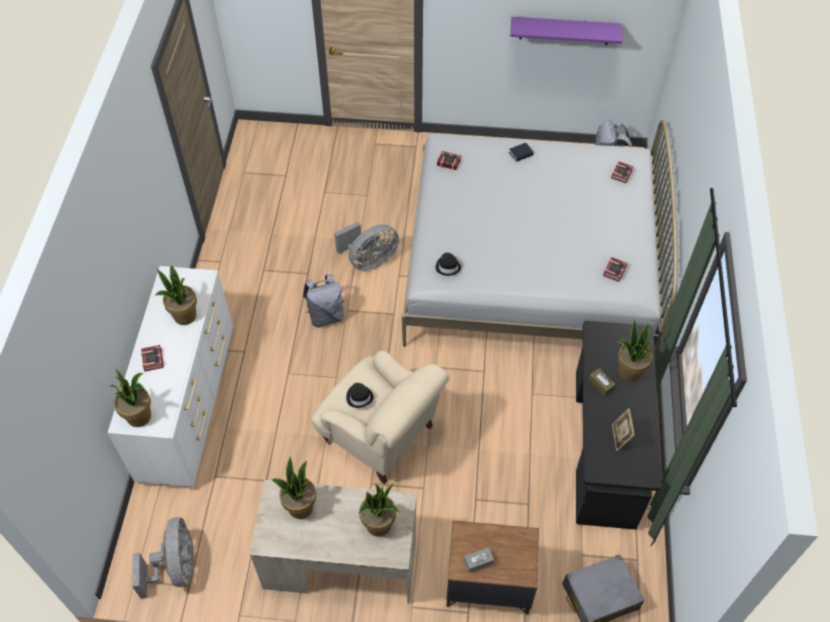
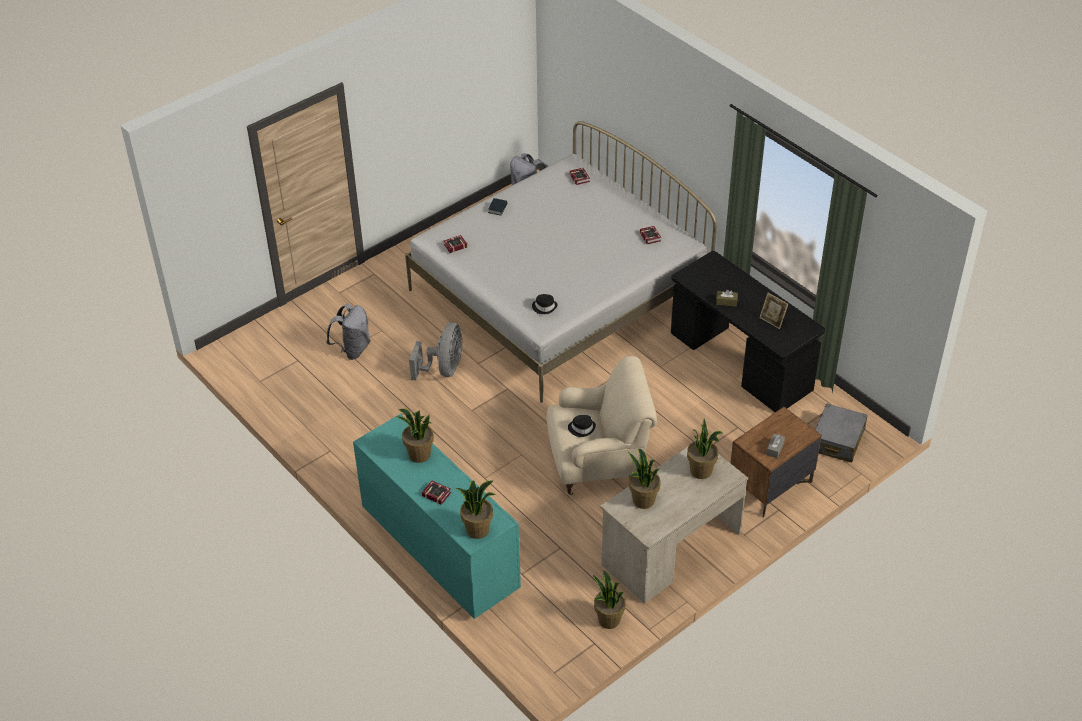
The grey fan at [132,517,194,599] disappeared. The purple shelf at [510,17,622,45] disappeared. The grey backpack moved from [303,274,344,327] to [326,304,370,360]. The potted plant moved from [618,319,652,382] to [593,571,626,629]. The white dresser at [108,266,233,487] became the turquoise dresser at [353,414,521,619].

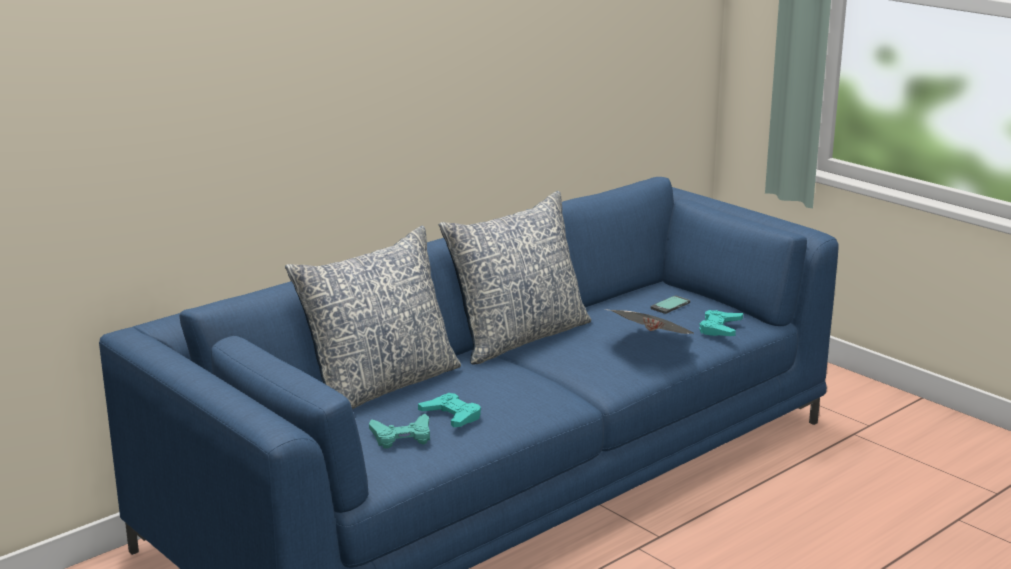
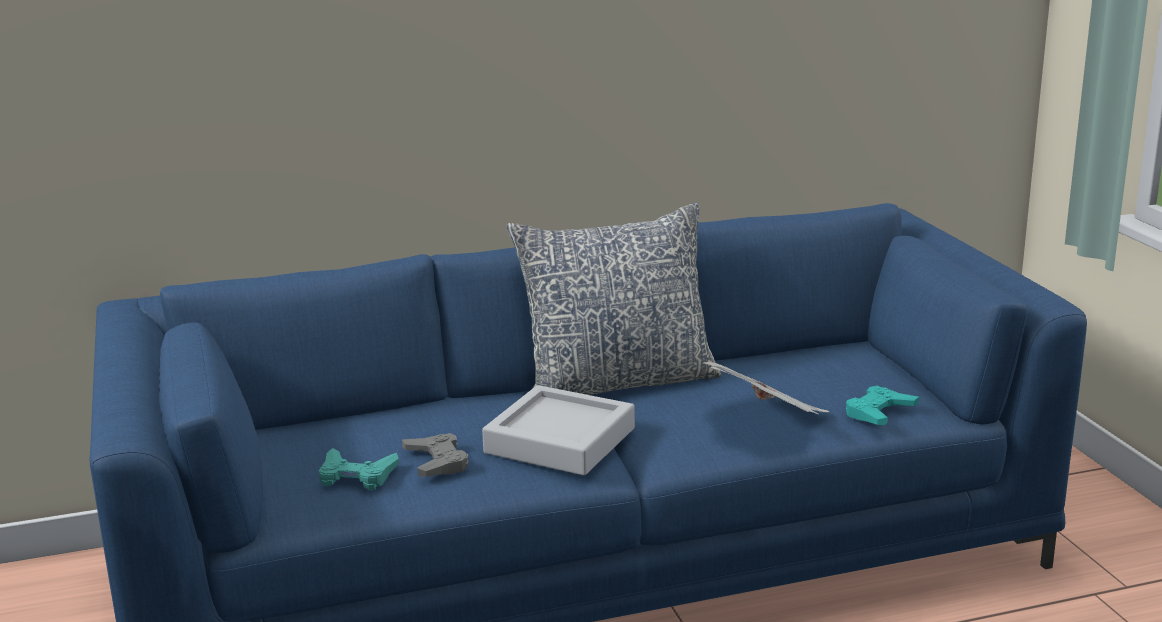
The pillow at [285,226,461,409] disappeared. The phone at [651,295,690,314] disappeared. The grey tray at [482,385,635,475] appeared. The turquoise game controller at [418,393,481,427] became the grey game controller at [402,433,469,477].

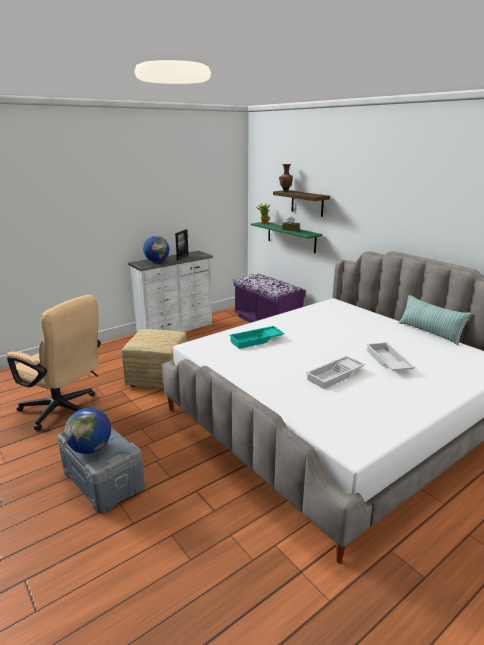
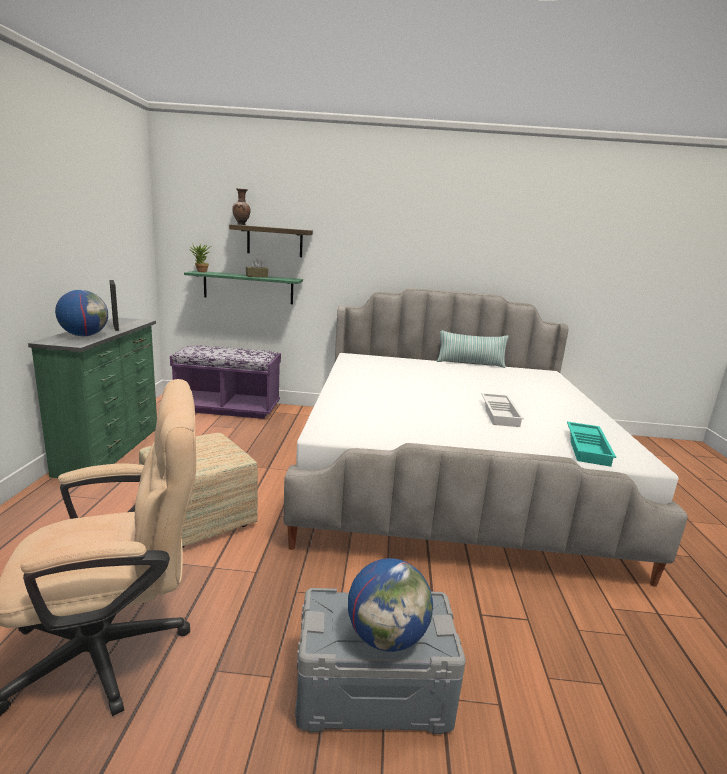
The white tray at [366,342,415,371] disappeared. The turquoise tray moved from [229,326,284,349] to [567,422,616,467]. The white dresser at [128,251,213,332] became the green dresser at [28,317,157,478].

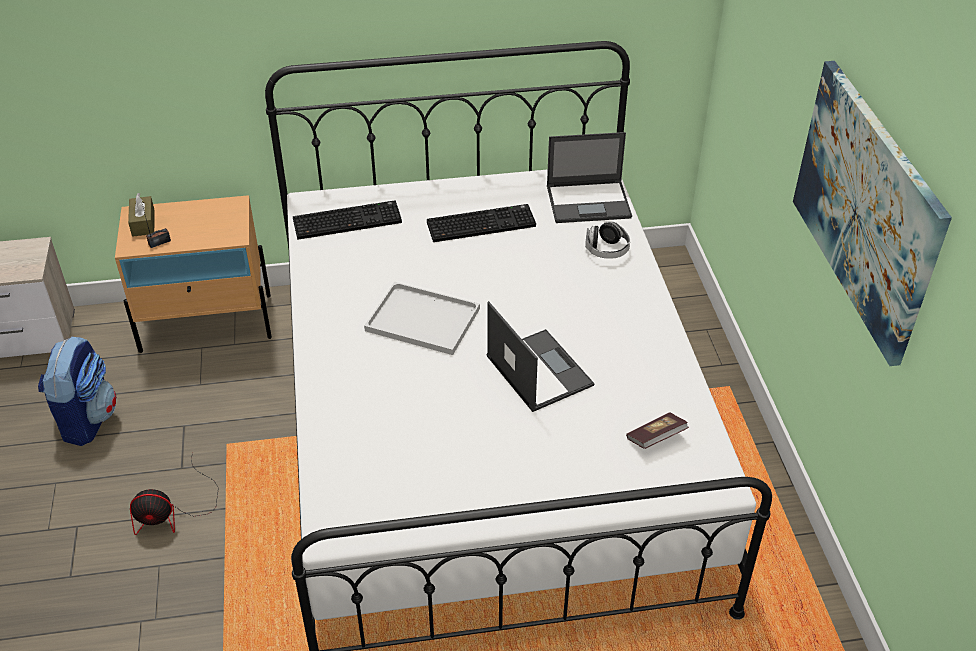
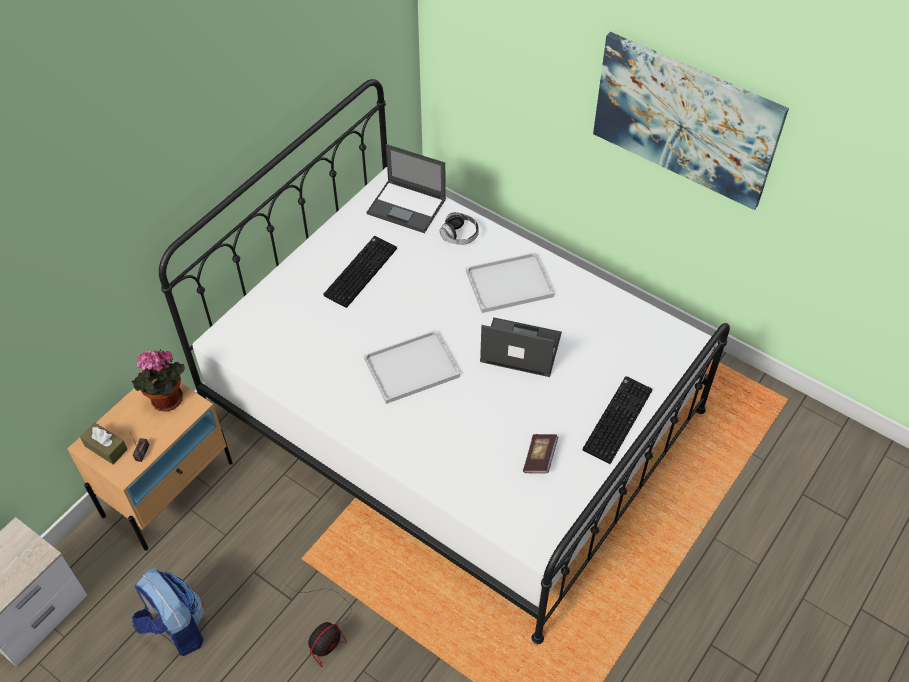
The potted plant at [131,349,185,411] appeared. The white tray at [466,252,554,313] appeared. The keyboard moved from [293,200,402,240] to [582,376,653,464]. The book moved from [626,413,689,449] to [523,434,558,474]. The laptop at [547,132,632,223] turned 75 degrees clockwise.

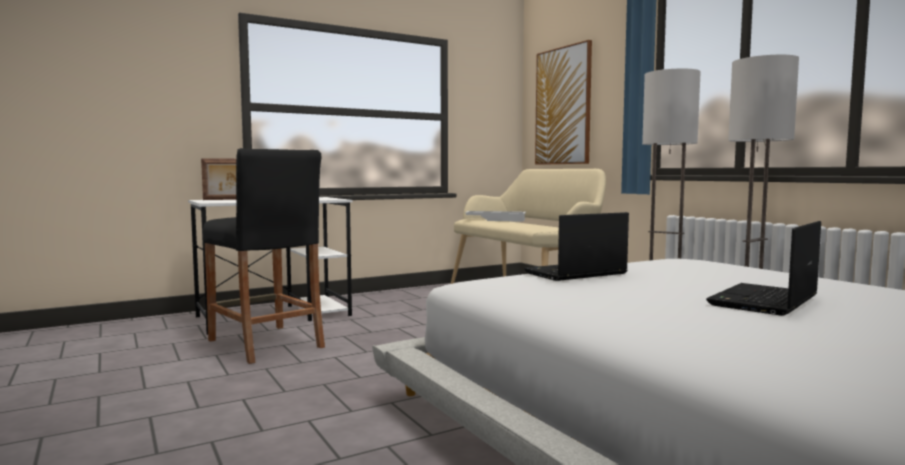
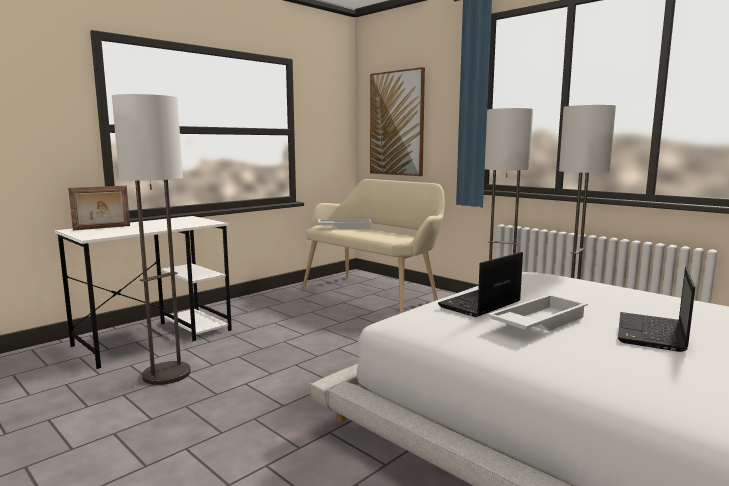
The white tray at [487,294,588,331] appeared. The black stool at [203,148,325,364] was replaced by the floor lamp at [112,94,191,385].

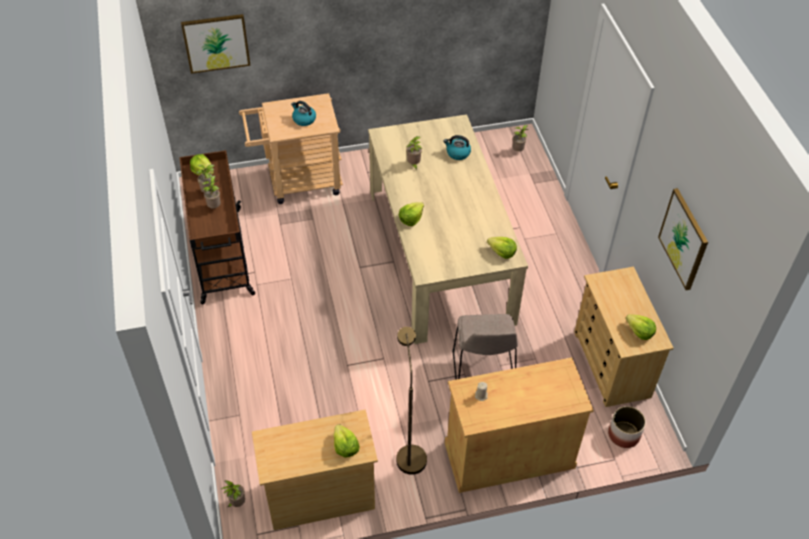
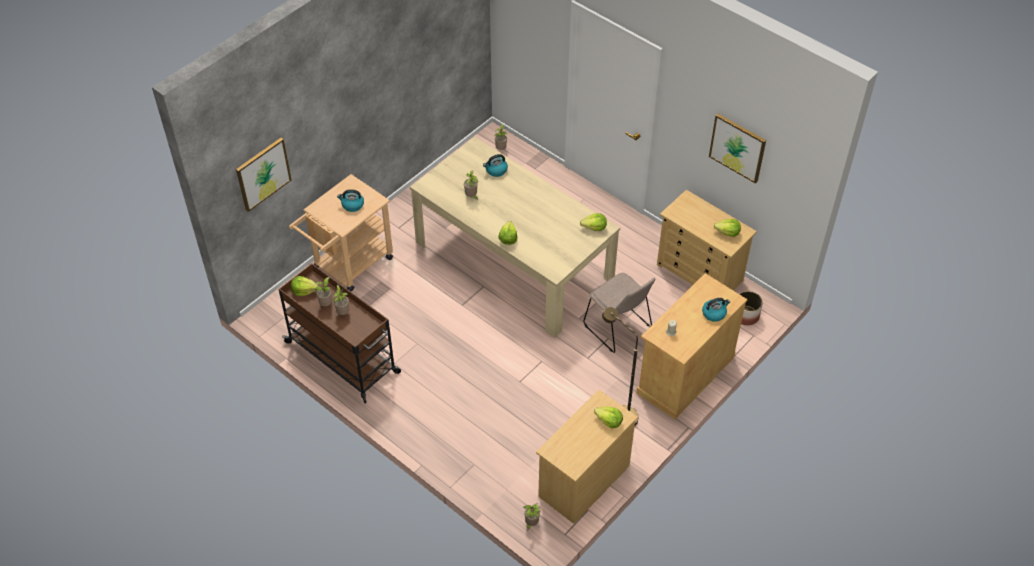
The kettle at [702,298,730,322] appeared.

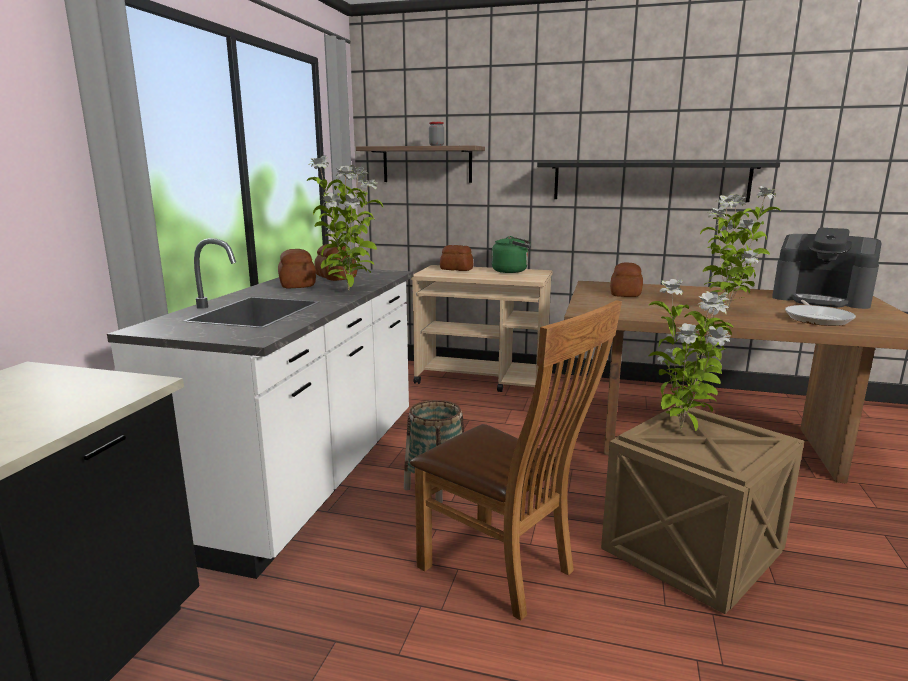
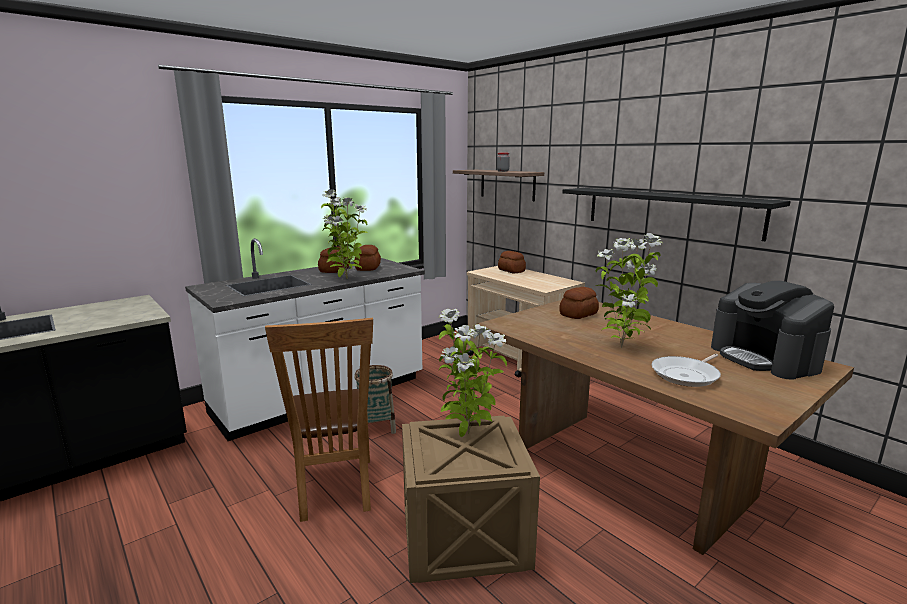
The green kettle at [492,236,531,273] disappeared.

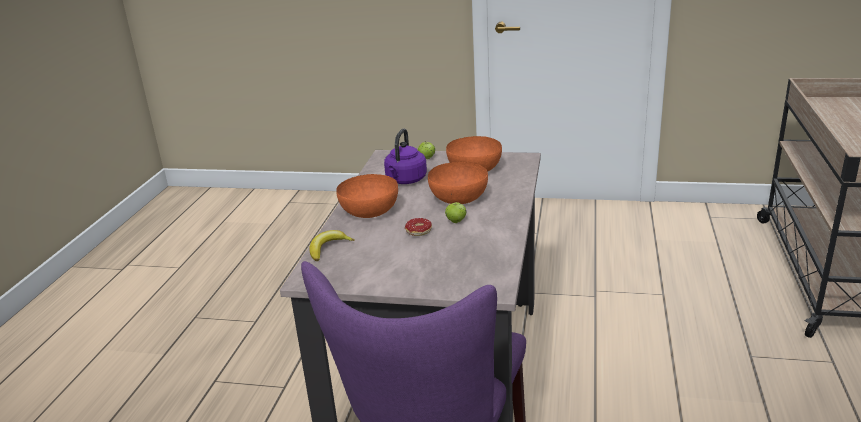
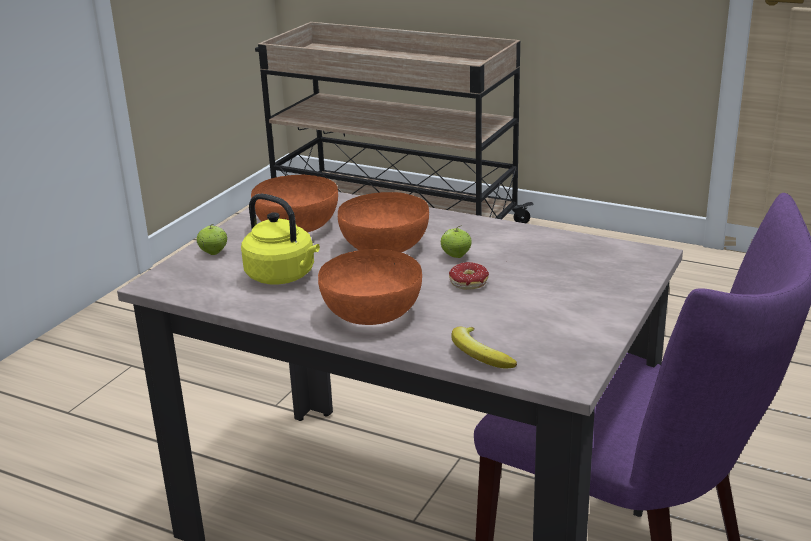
The purple kettle at [384,128,427,184] became the yellow kettle at [241,194,320,284].

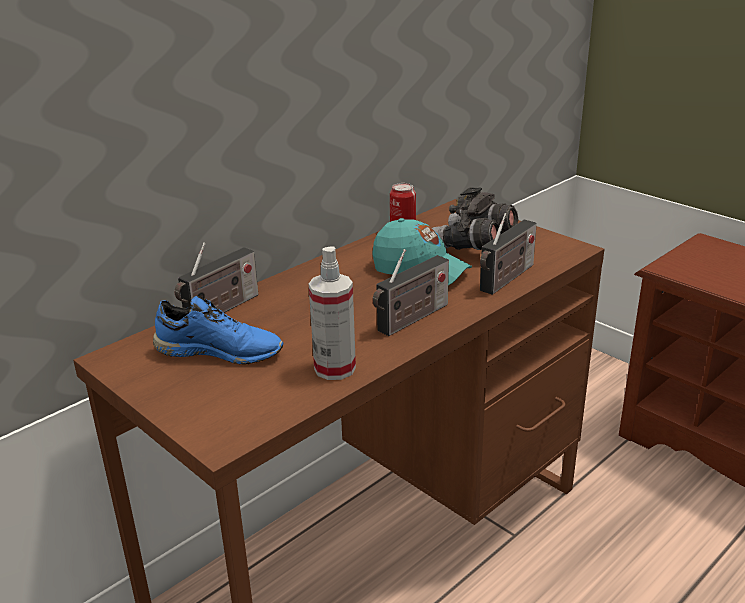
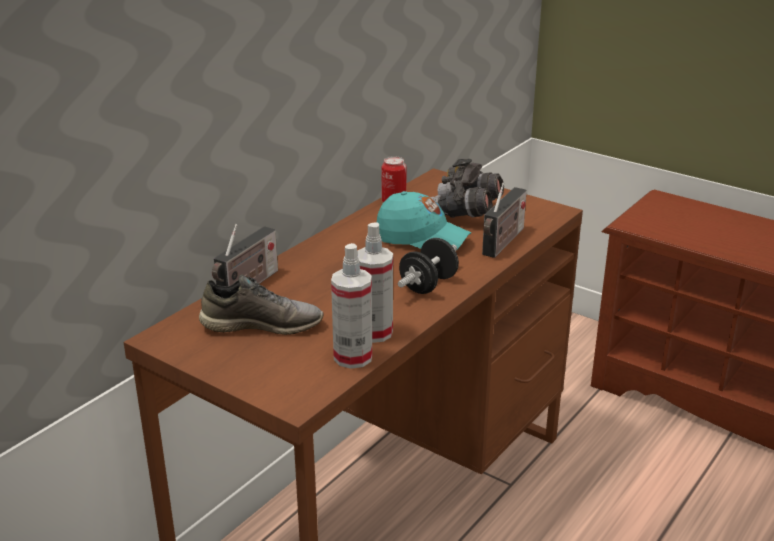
The spray bottle at [331,243,372,369] appeared. The radio at [373,249,449,336] was replaced by the black dumbbell at [398,238,459,294]. The blue shoe at [153,296,283,364] became the grey shoe at [199,274,323,335].

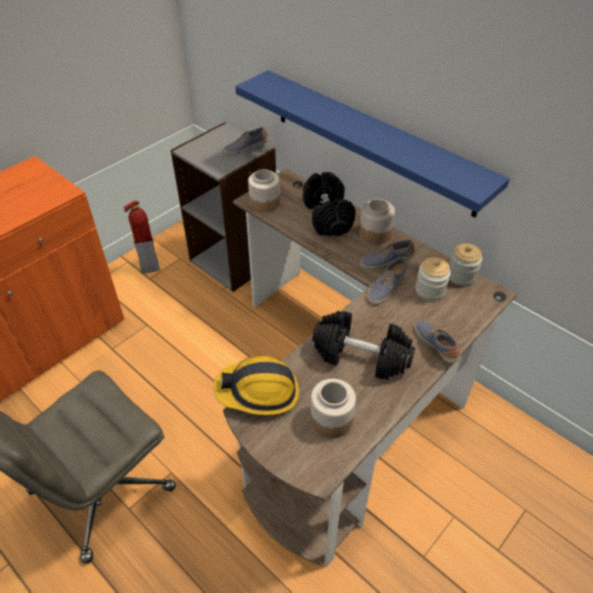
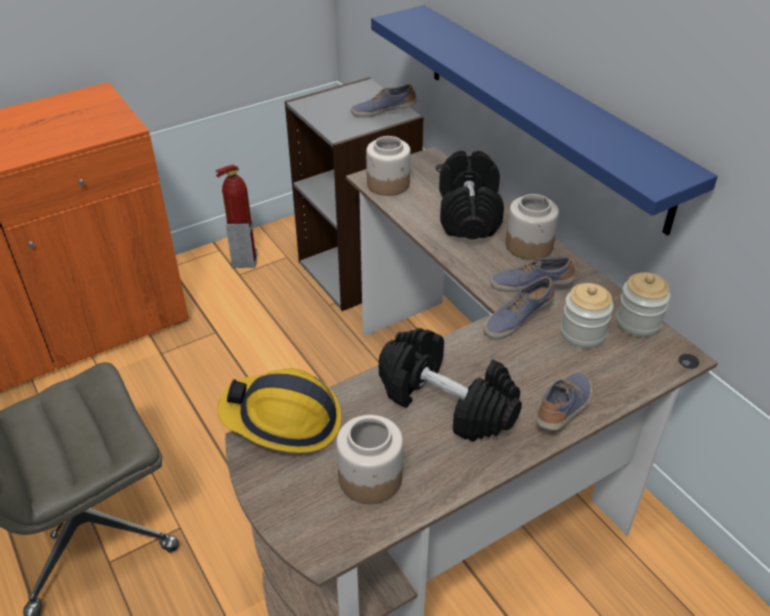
The shoe at [414,320,461,363] turned 45 degrees clockwise.

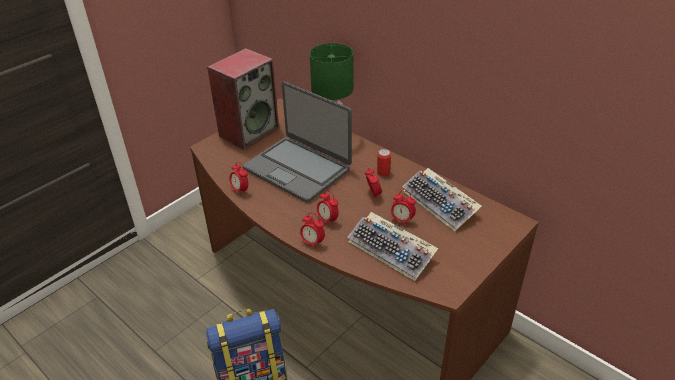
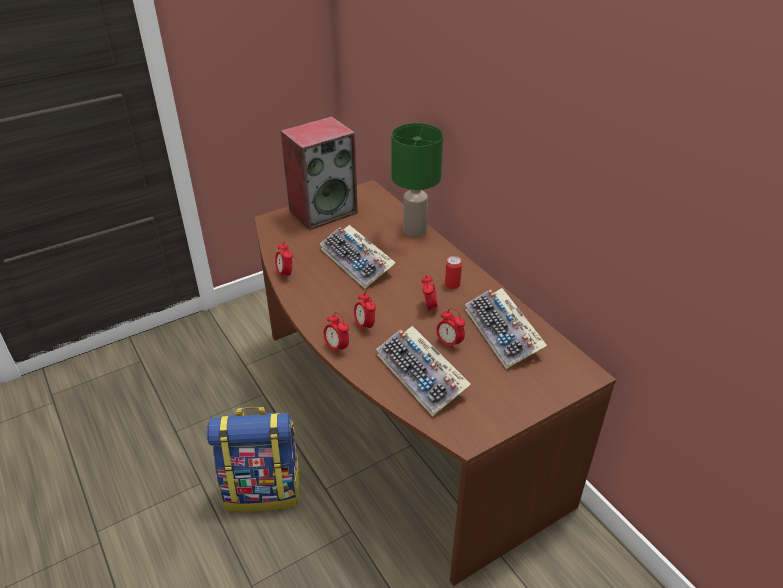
The laptop at [243,82,352,203] was replaced by the keyboard at [320,225,396,289].

